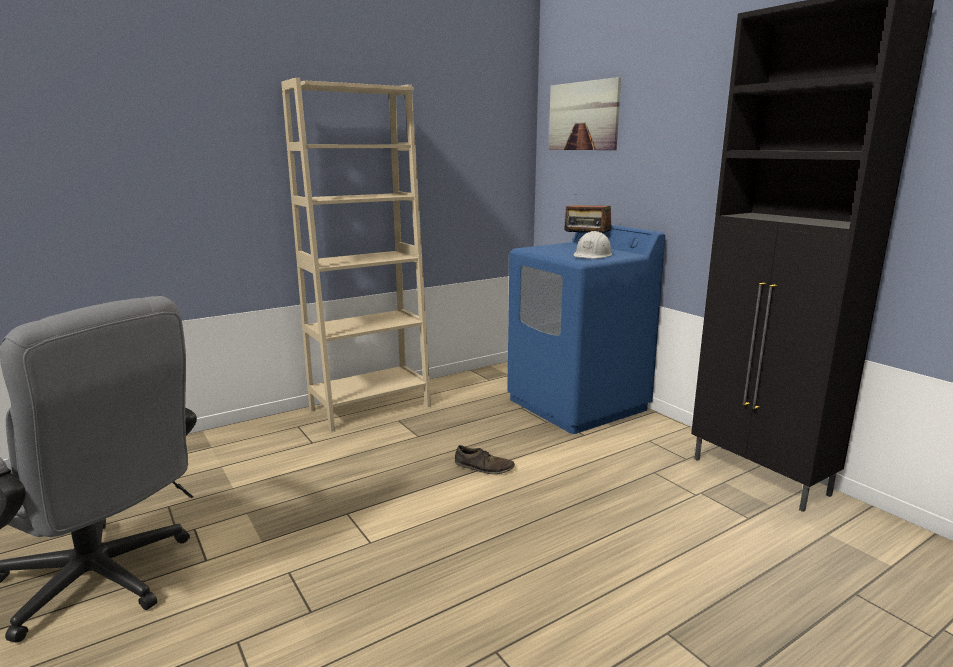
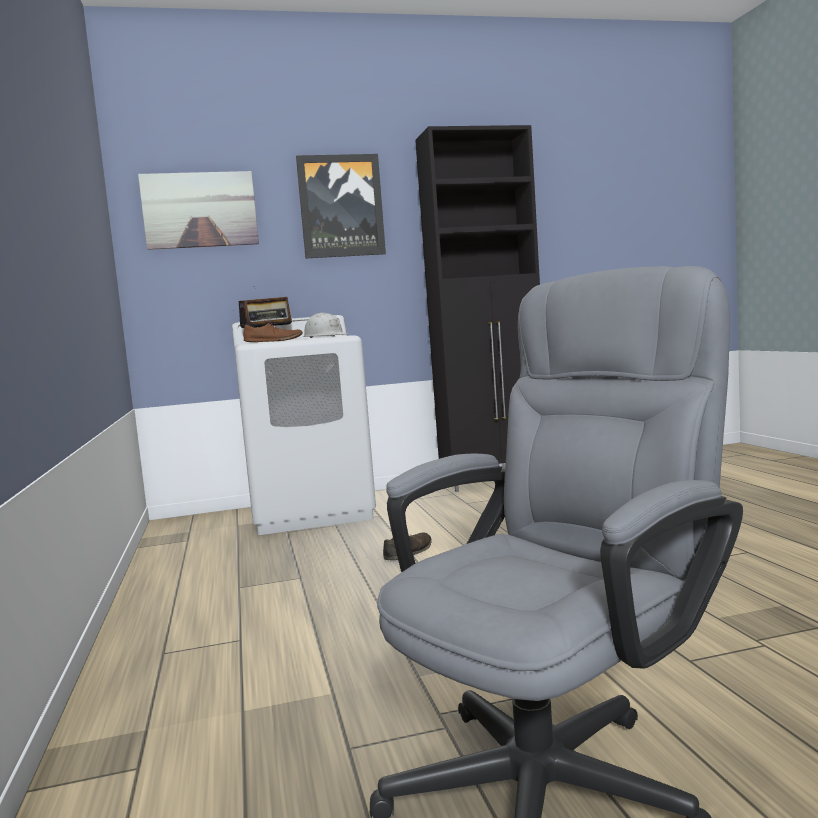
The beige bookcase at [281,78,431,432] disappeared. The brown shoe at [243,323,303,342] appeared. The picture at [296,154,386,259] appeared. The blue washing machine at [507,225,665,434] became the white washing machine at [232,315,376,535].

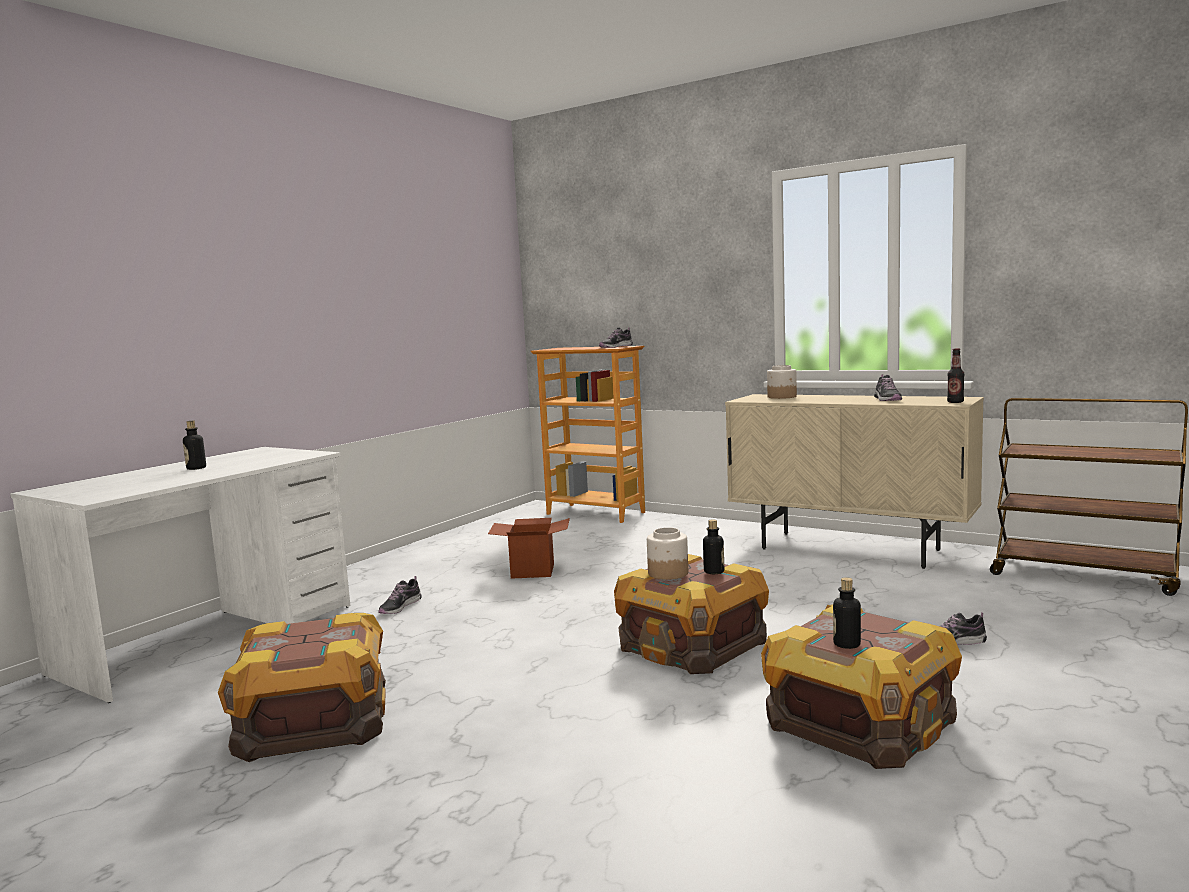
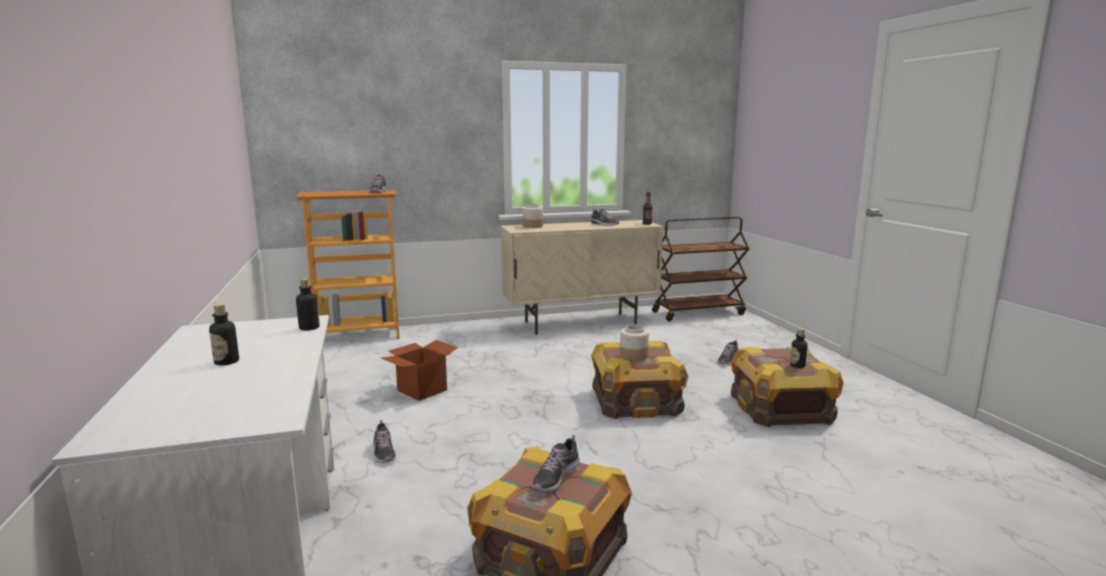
The shoe at [532,435,579,492] appeared. The bottle moved from [703,519,724,574] to [296,278,320,331].

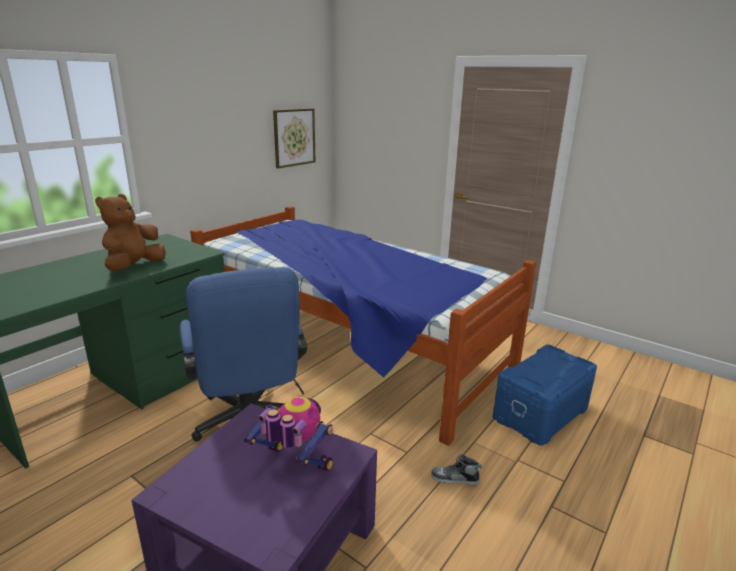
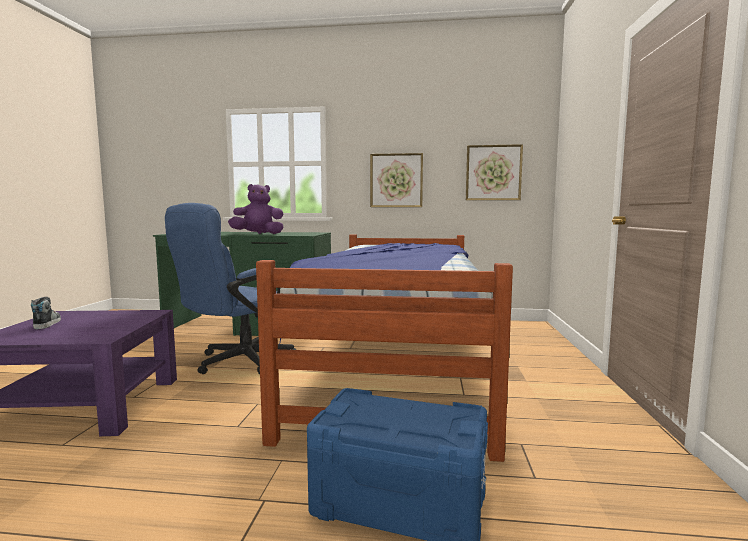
The toy robot at [244,397,333,472] disappeared. The picture at [370,153,423,207] appeared. The shoe moved from [431,454,482,486] to [31,297,61,329]. The brown plush toy at [95,194,166,271] became the purple plush toy at [228,184,284,234].

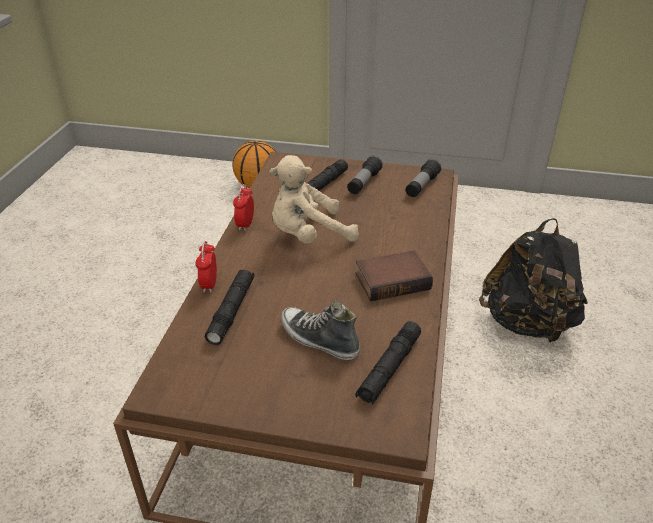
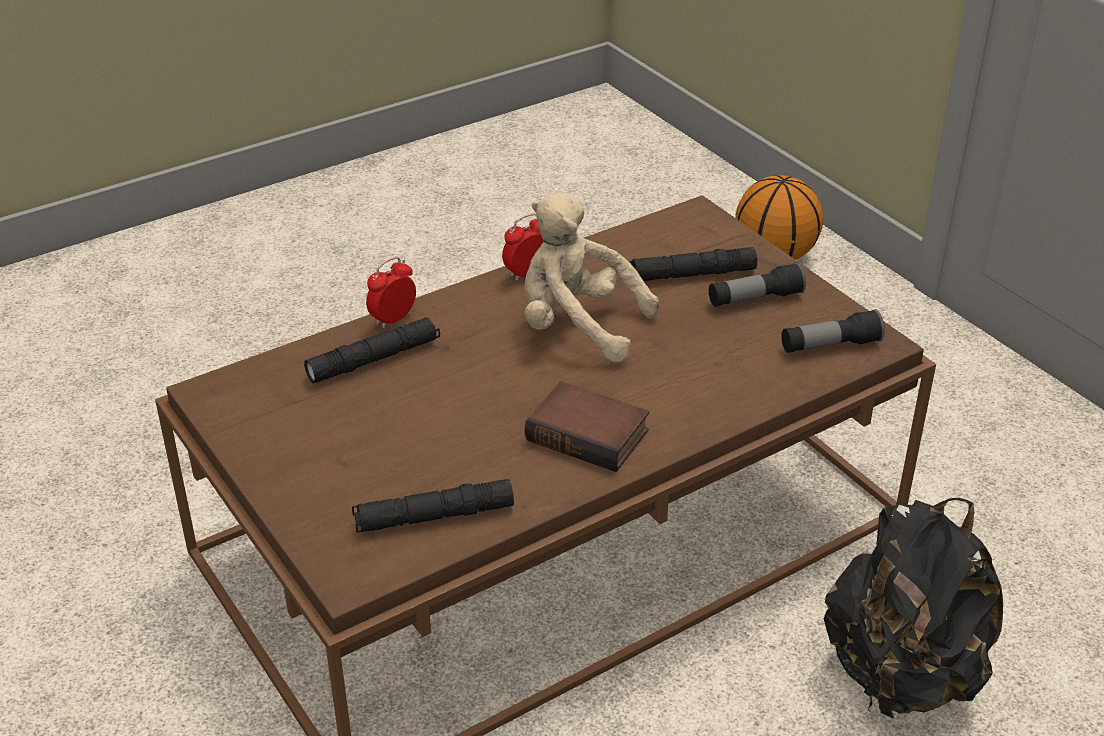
The shoe at [281,300,360,360] disappeared.

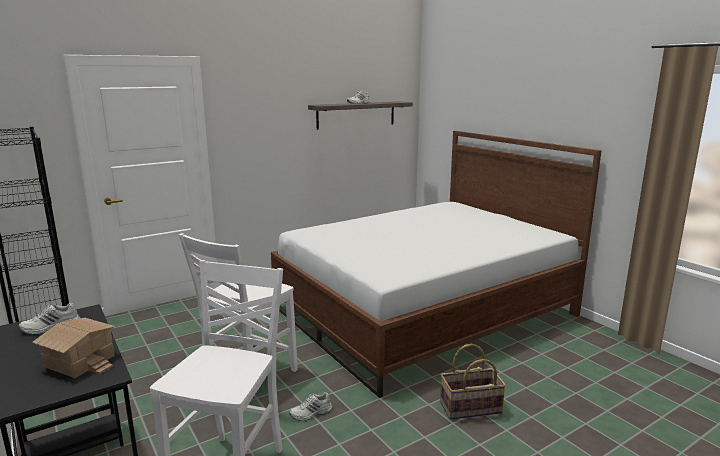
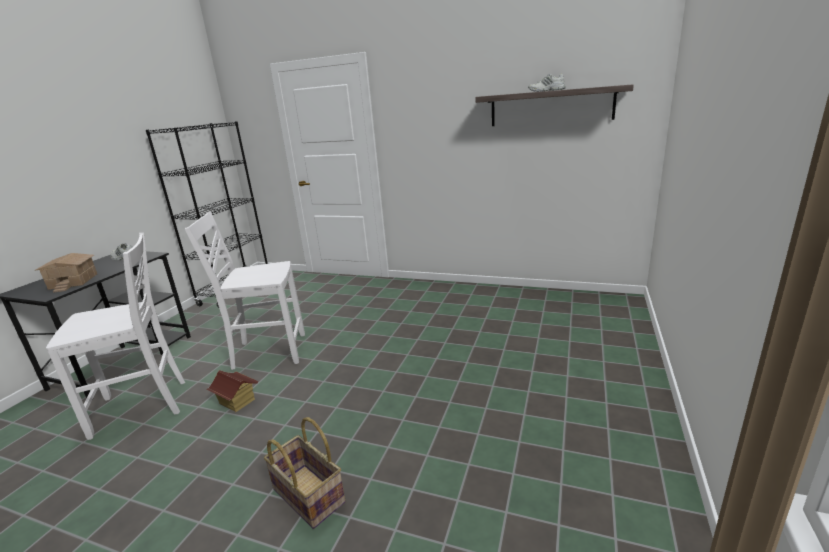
The bed at [271,131,602,398] disappeared. The white shoe at [289,392,333,421] was replaced by the toy house at [206,370,259,412].

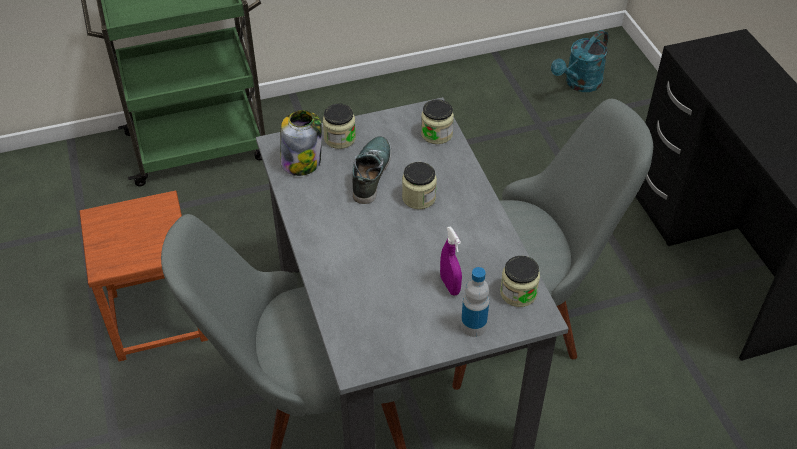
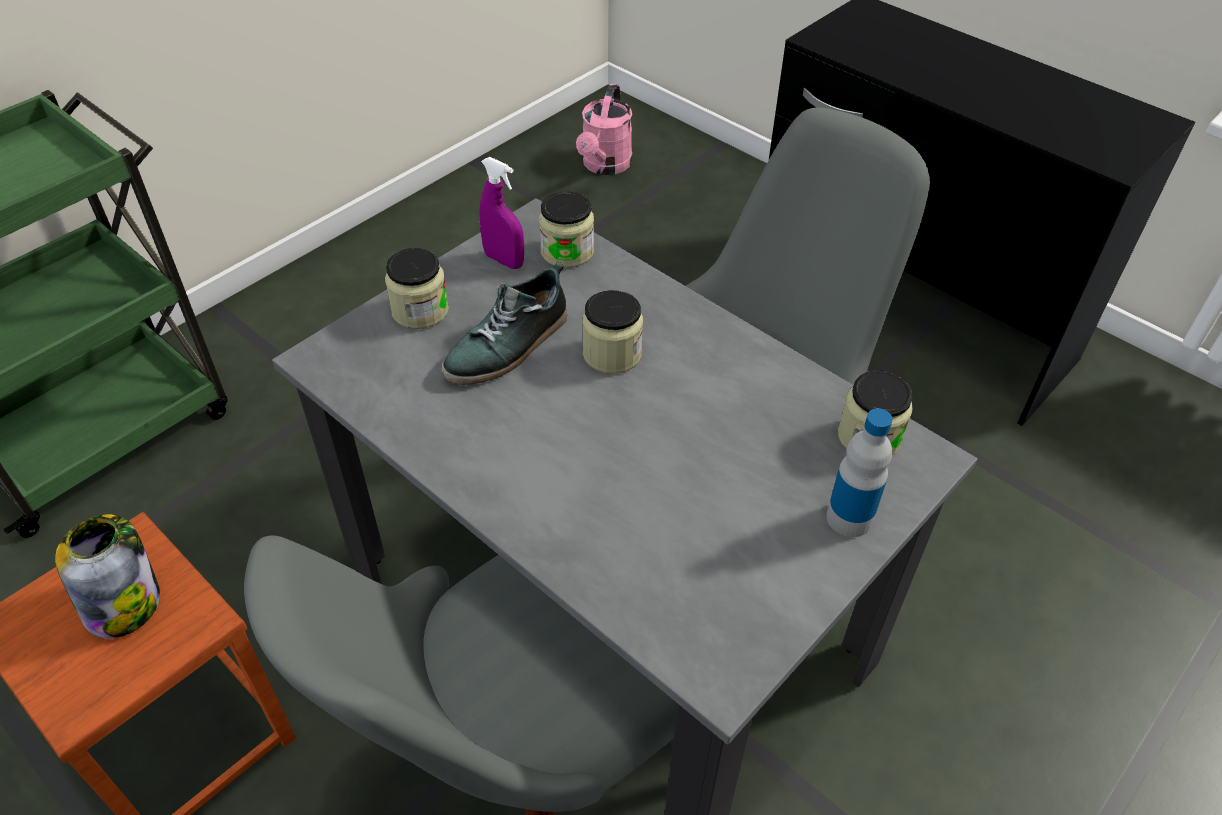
The jar moved from [280,110,322,176] to [55,515,160,638]. The purple spray bottle moved from [440,226,462,296] to [479,157,524,269]. The turquoise watering can at [551,30,609,92] became the pink watering can at [576,84,632,175]. The shoe at [353,136,391,204] turned 120 degrees counterclockwise.

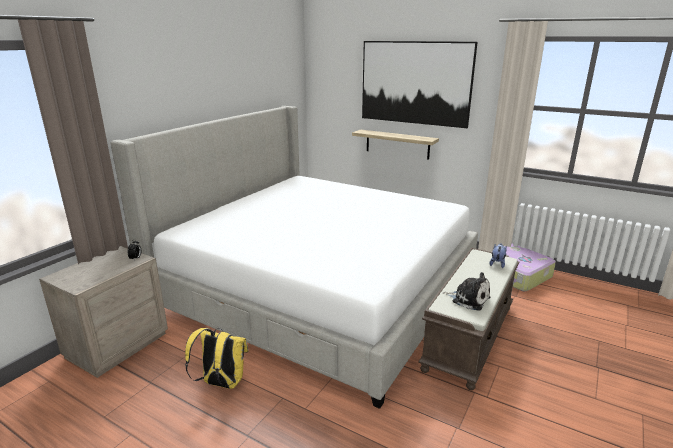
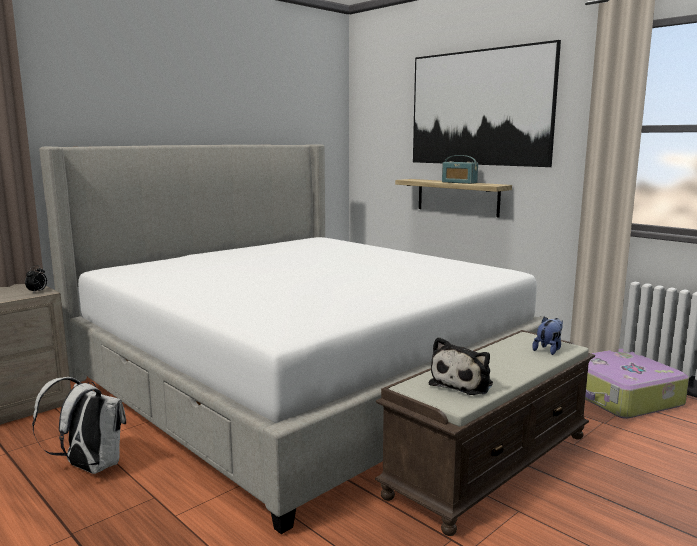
The radio at [442,155,478,184] appeared. The yellow backpack at [185,328,249,389] became the white backpack at [32,377,126,474]. The plush toy at [443,272,490,311] turned 75 degrees clockwise.

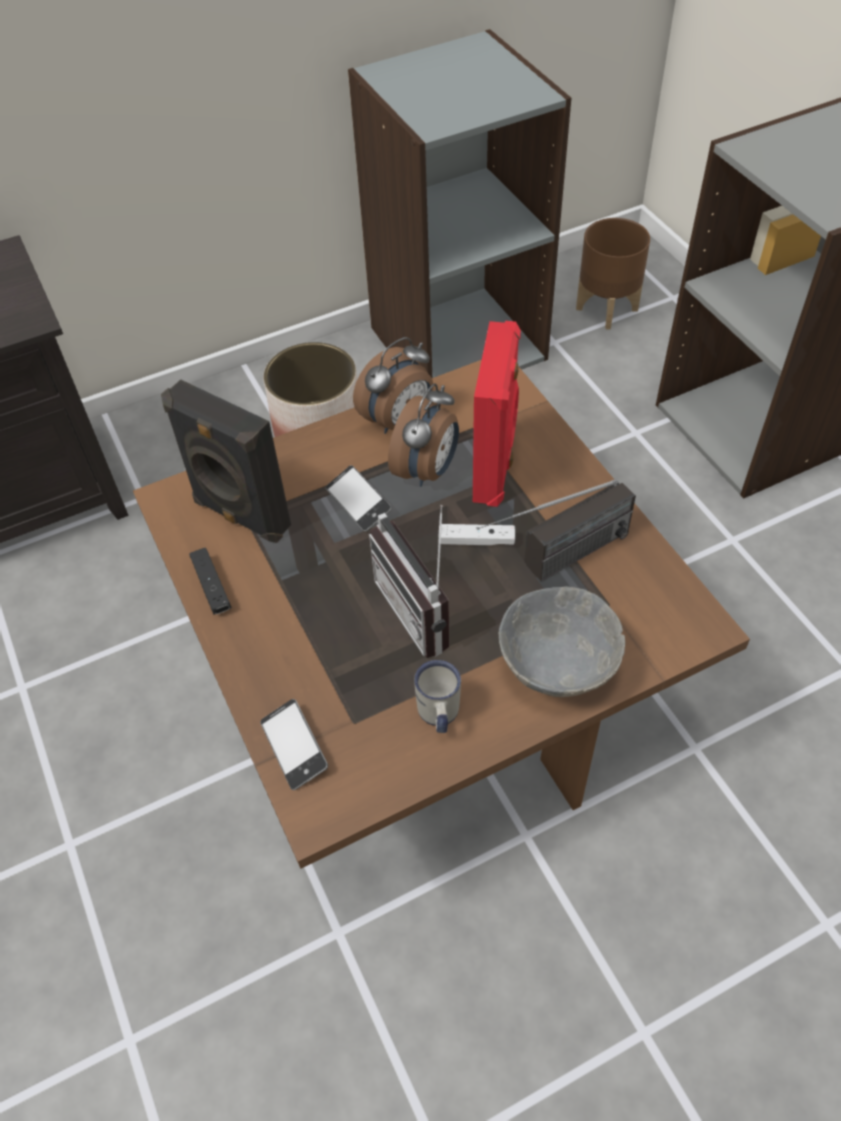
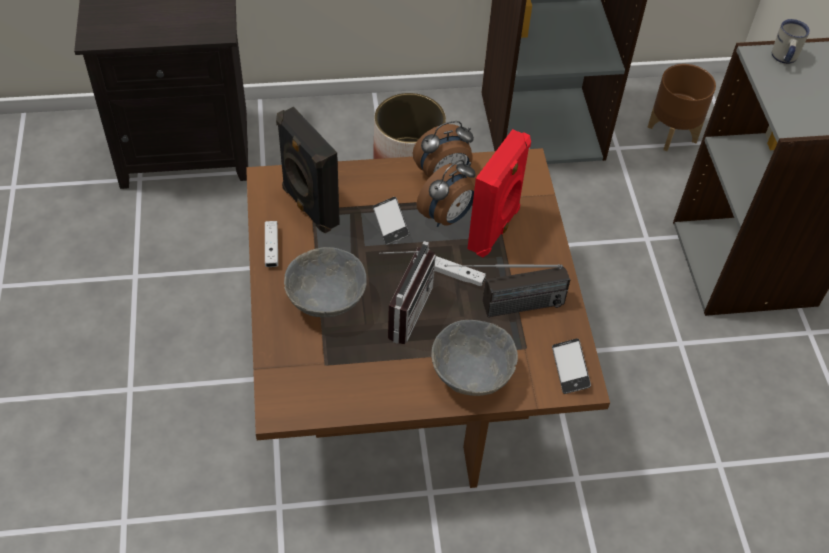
The grey bowl at [284,247,367,317] appeared. The phone moved from [260,699,328,790] to [552,338,591,394]. The white mug moved from [414,660,461,733] to [772,19,810,64]. The black game controller at [189,548,232,614] became the white game controller at [265,221,278,267]. The radio at [369,505,450,658] turned 150 degrees counterclockwise.

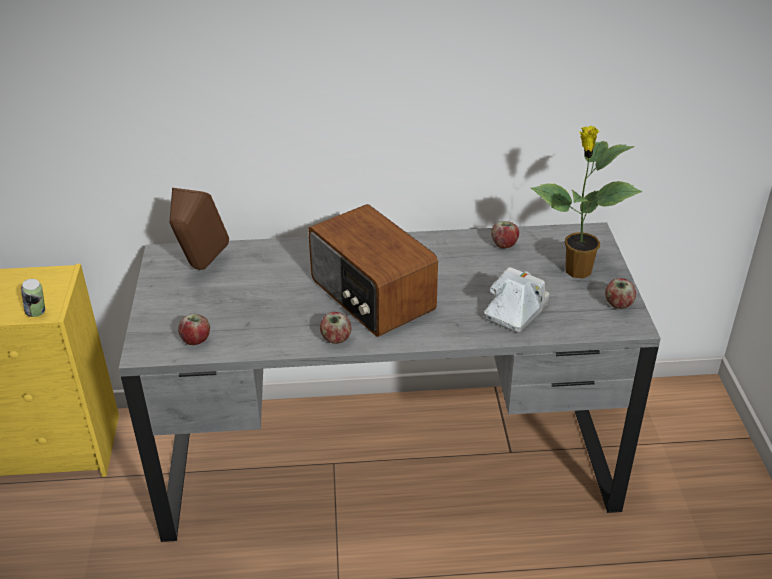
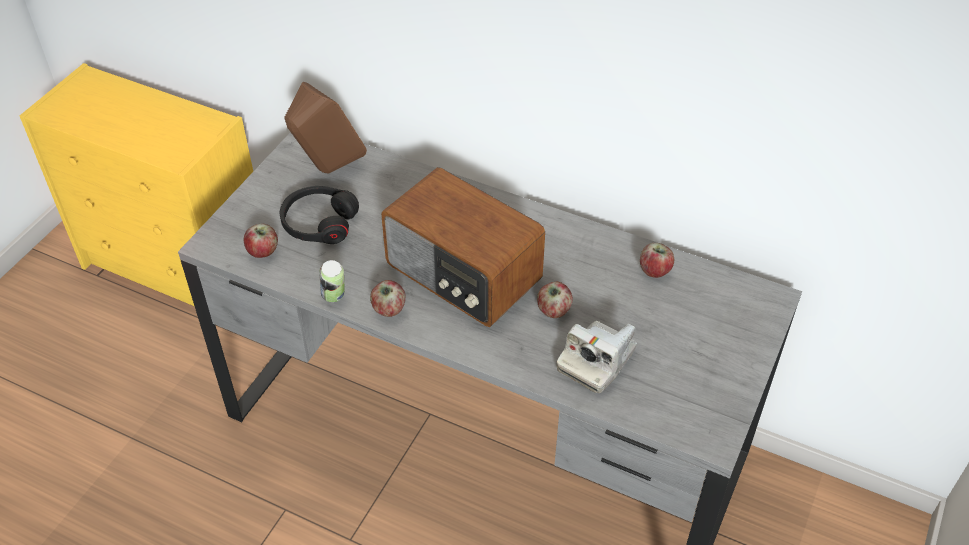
The potted plant at [531,126,642,279] disappeared. The black headphones at [280,186,359,244] appeared. The can moved from [21,279,45,317] to [319,260,345,302]. The apple moved from [605,278,636,309] to [537,282,573,318]. The radio at [308,204,438,337] turned 45 degrees counterclockwise. The photo camera at [484,267,550,333] turned 150 degrees clockwise.

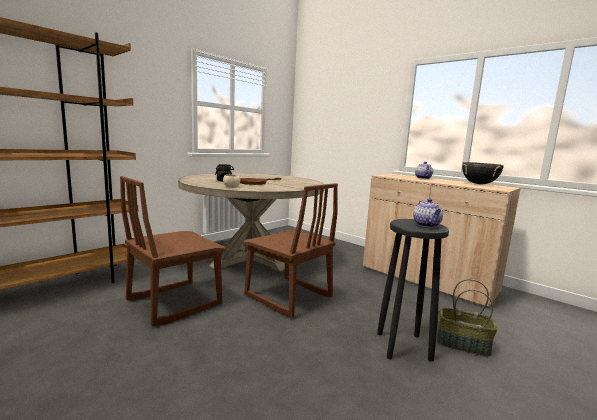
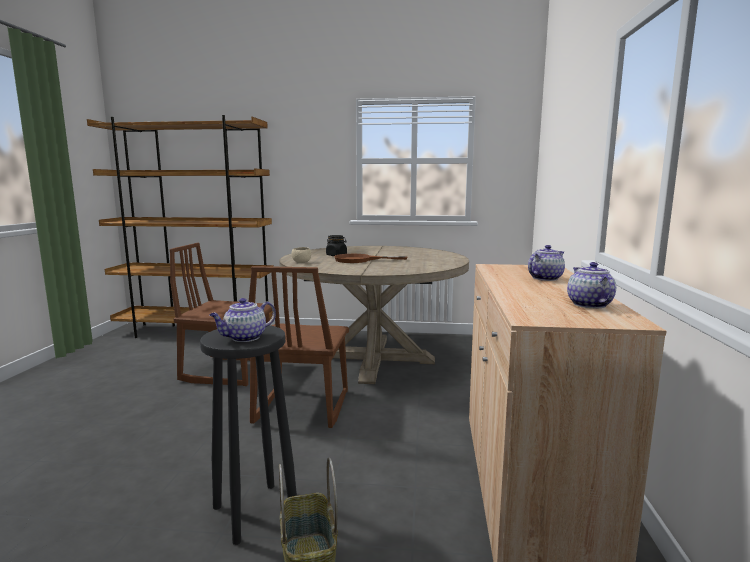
The black cooking pot at [462,162,504,184] was replaced by the teapot at [567,262,616,308].

